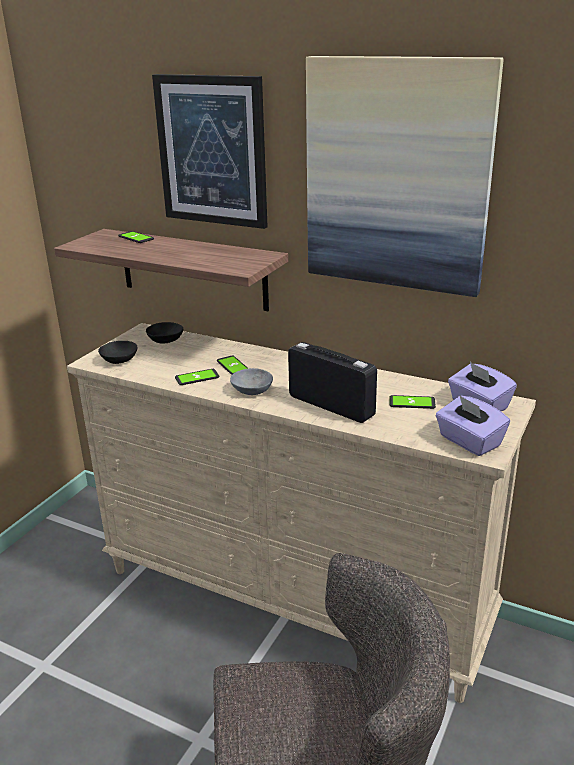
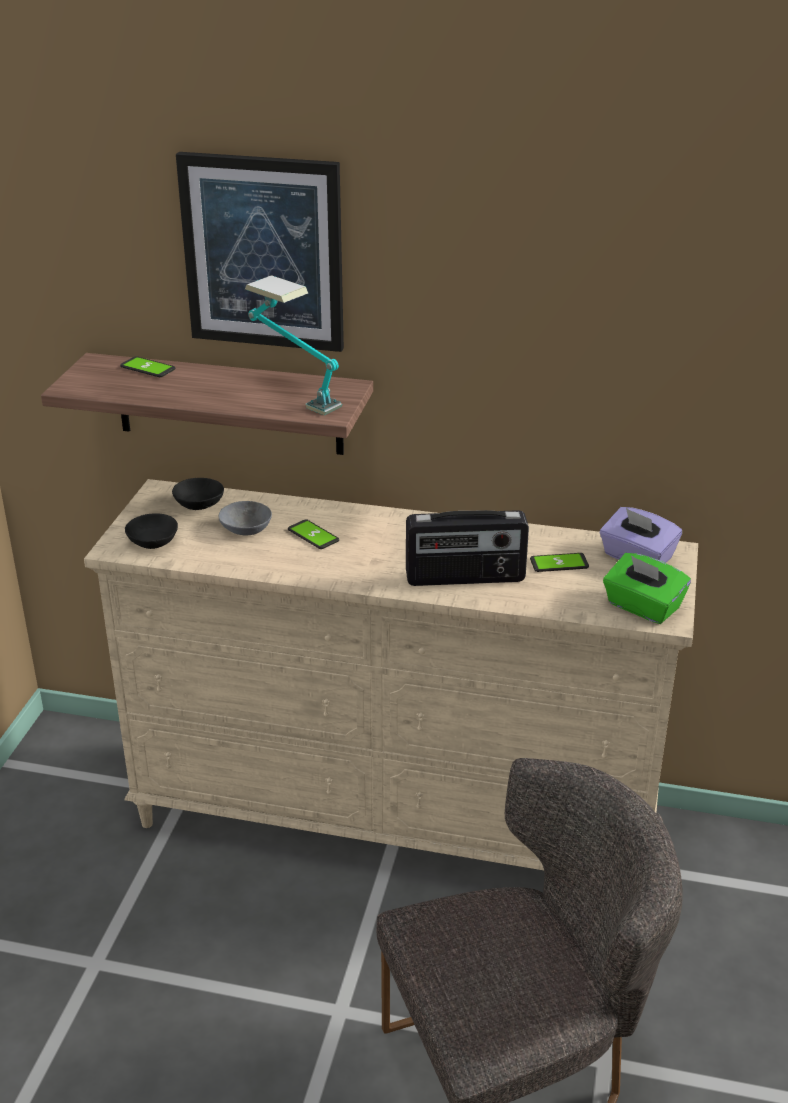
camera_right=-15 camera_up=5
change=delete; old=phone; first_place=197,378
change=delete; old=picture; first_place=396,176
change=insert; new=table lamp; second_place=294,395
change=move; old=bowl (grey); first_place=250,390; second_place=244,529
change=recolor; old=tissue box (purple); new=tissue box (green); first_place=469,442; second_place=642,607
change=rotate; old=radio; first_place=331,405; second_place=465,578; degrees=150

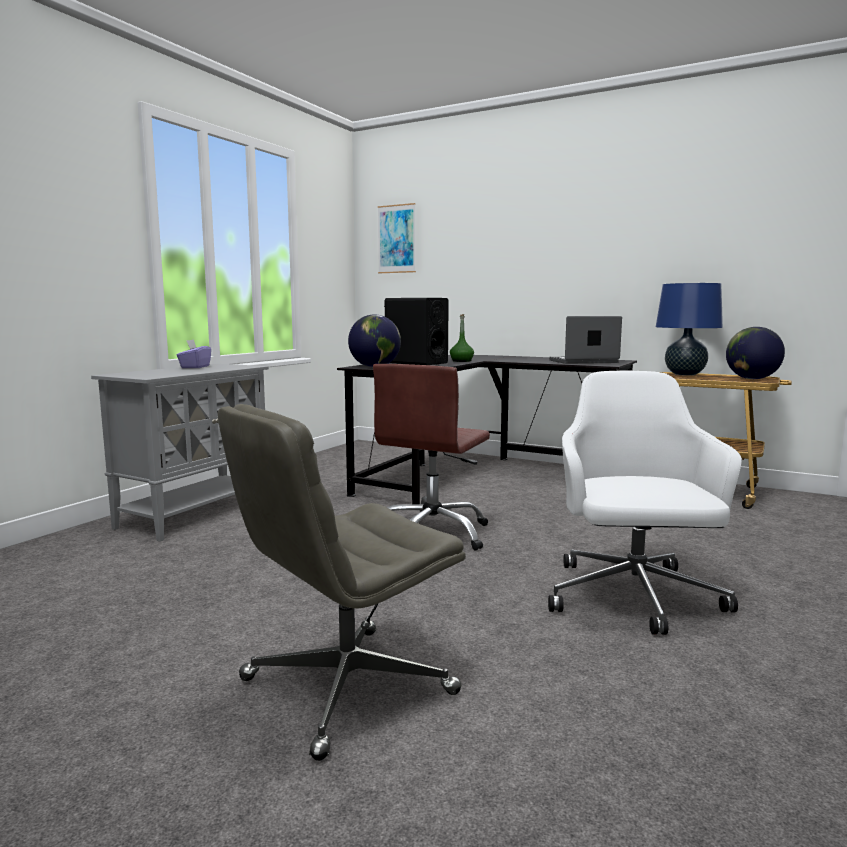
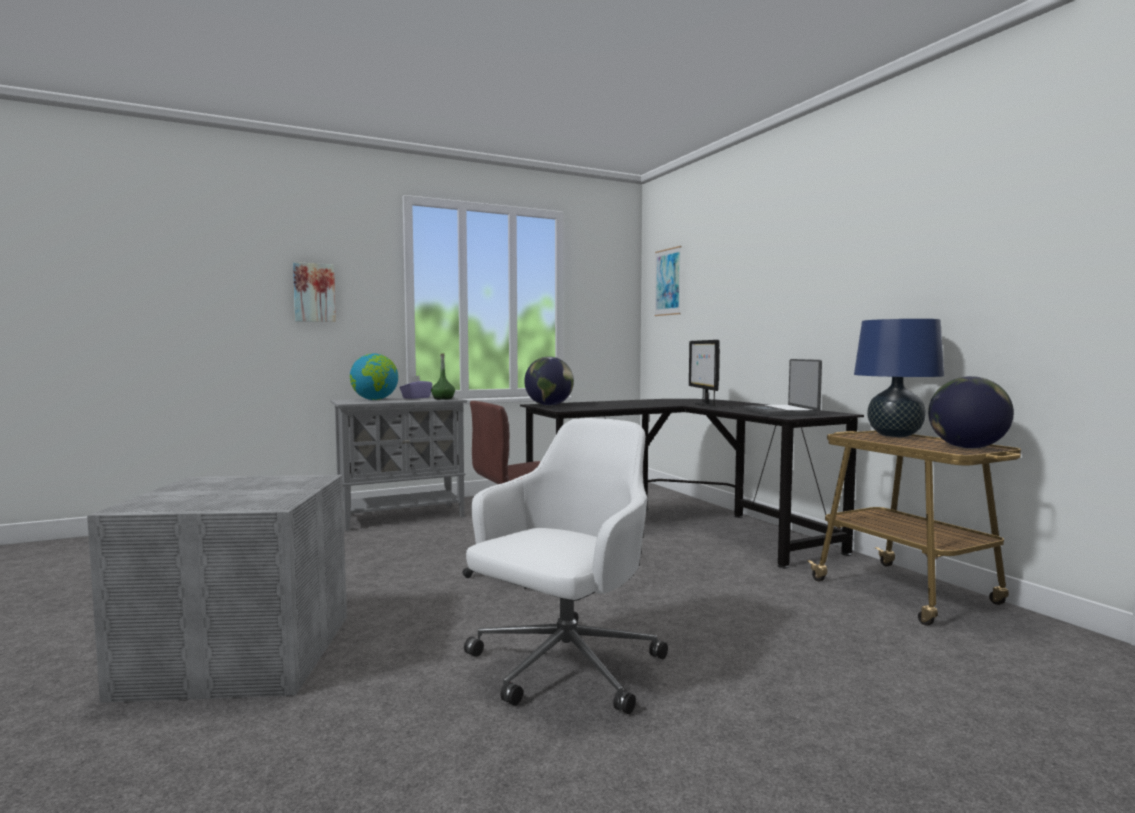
camera_right=35 camera_up=-5
change=delete; old=speaker (black); first_place=416,363
change=insert; new=picture; second_place=314,292
change=insert; new=globe; second_place=374,400
change=insert; new=monitor; second_place=704,404
change=move; old=bottle (green); first_place=461,361; second_place=443,398
change=replace; old=office chair (grey); new=storage box (grey); first_place=345,688; second_place=238,653
change=rotate; old=laptop; first_place=583,362; second_place=781,412; degrees=-120

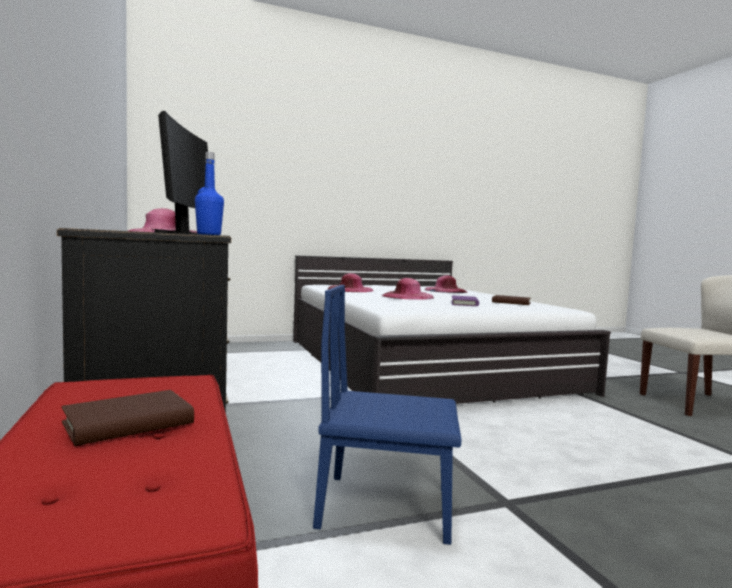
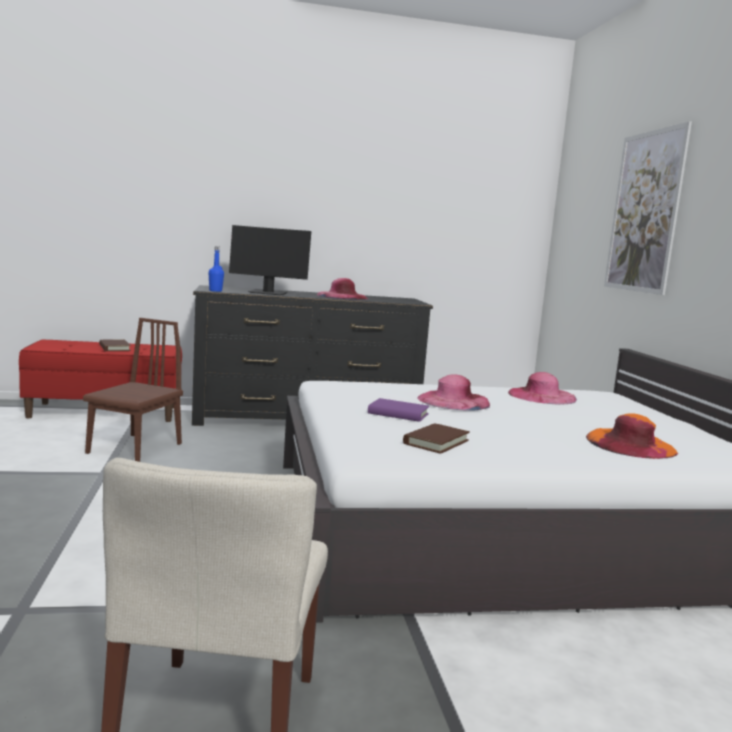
camera_right=100 camera_up=5
change=insert; new=picture; second_place=644,212
change=recolor; old=chair (blue); new=chair (brown); first_place=386,507; second_place=135,448
change=recolor; old=hat (pink); new=hat (orange); first_place=445,290; second_place=630,444

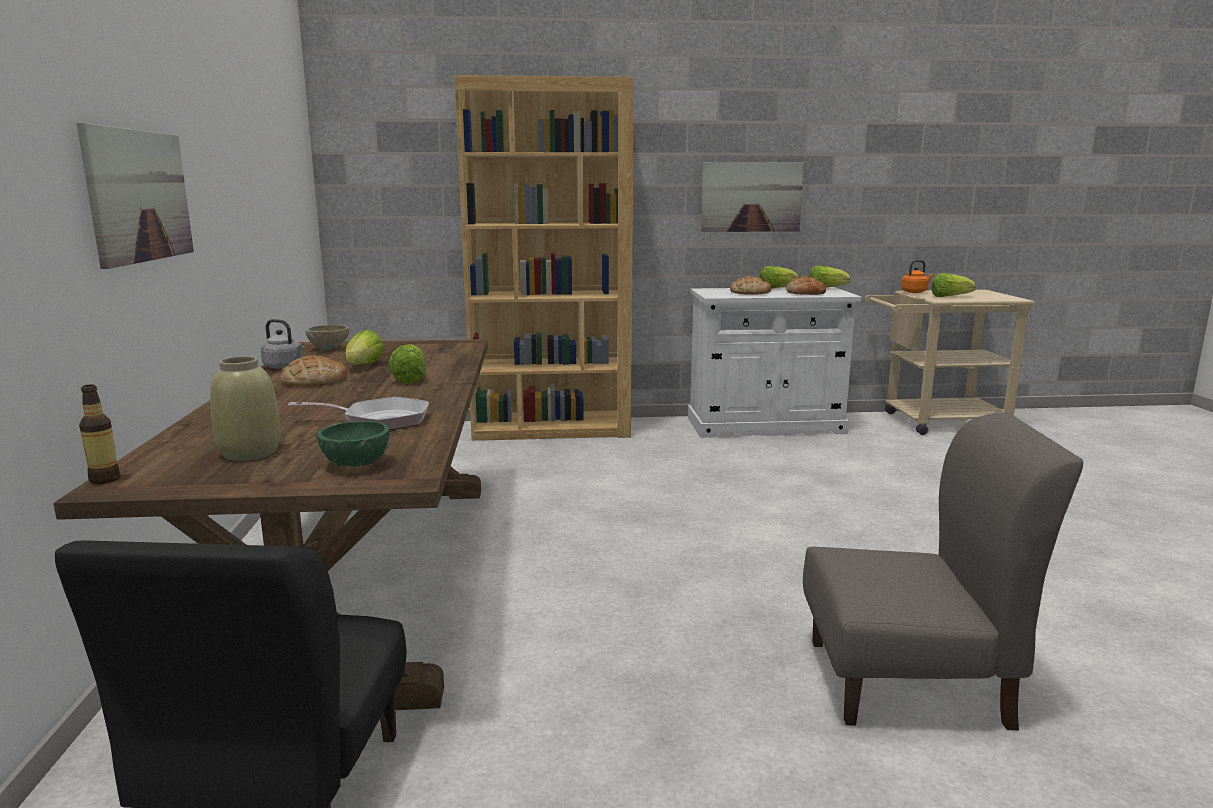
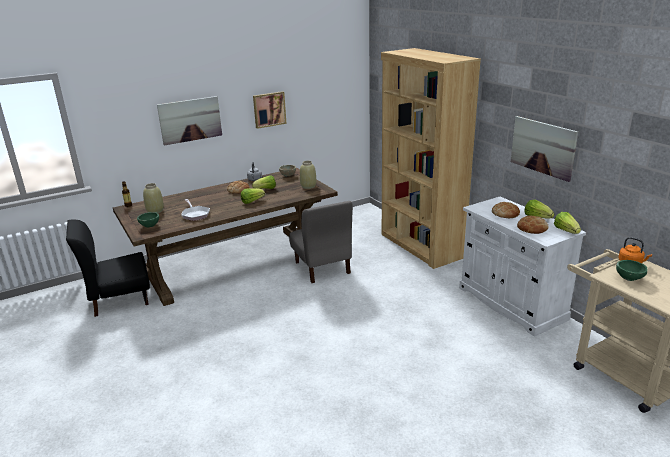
camera_right=65 camera_up=10
change=insert; new=picture; second_place=269,109
change=insert; new=vase (beige); second_place=308,186
change=move; old=chair (grey); first_place=908,683; second_place=322,268
change=replace; old=lettuce; new=bowl (green); first_place=949,297; second_place=629,278

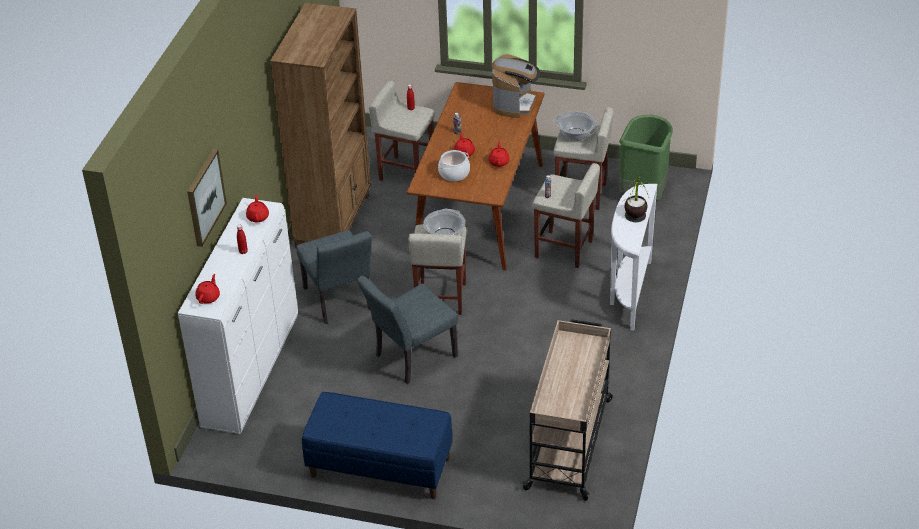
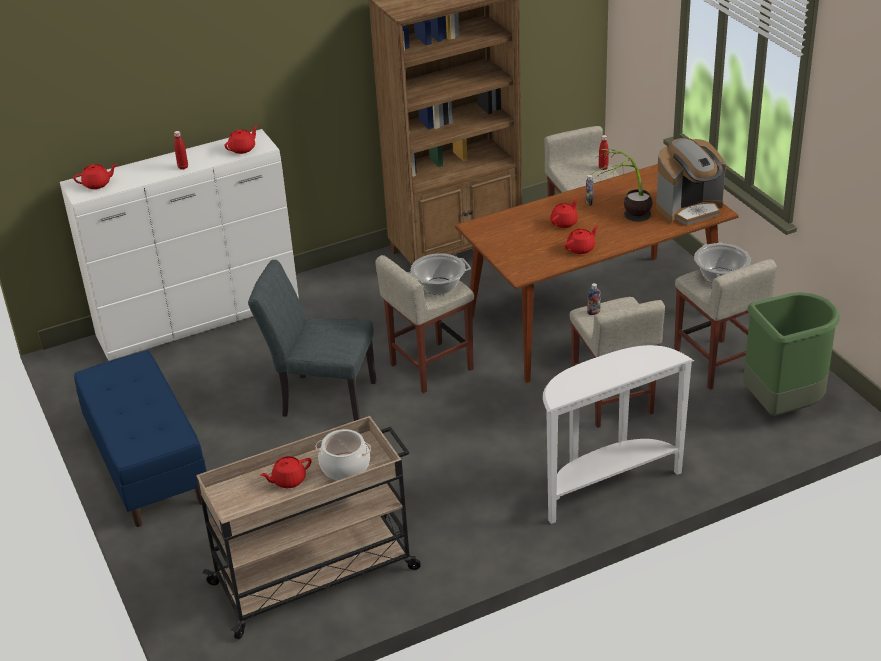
camera_right=50 camera_up=-5
change=delete; old=picture; first_place=205,197
change=delete; old=chair (grey); first_place=340,302
change=insert; new=teapot (red); second_place=288,480
change=move; old=cooking pot; first_place=454,173; second_place=345,467
change=move; old=potted plant; first_place=635,224; second_place=624,220

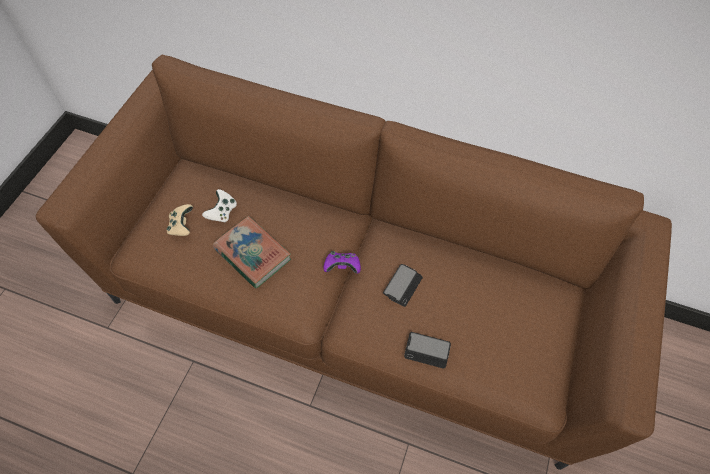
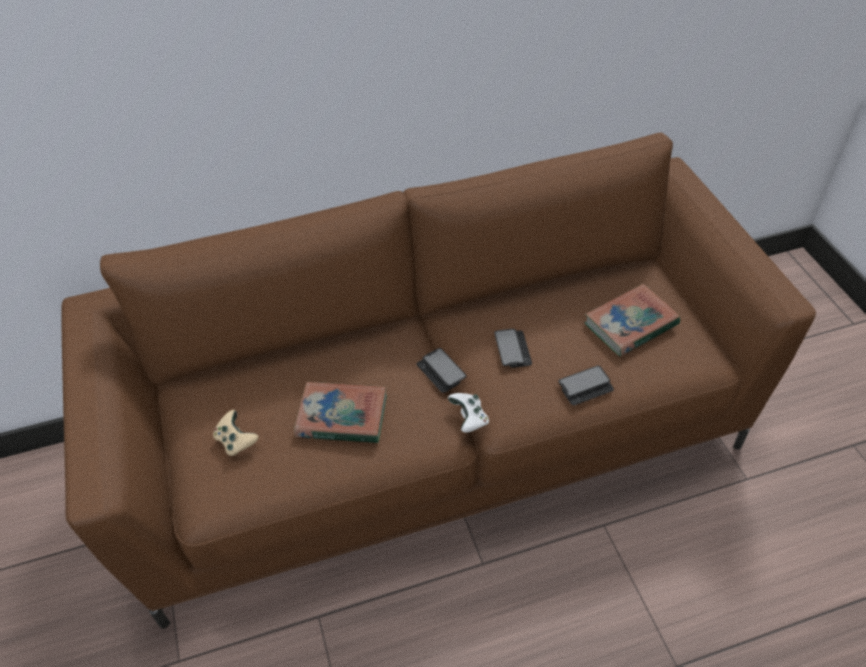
camera_right=-35 camera_up=-10
change=insert; new=book; second_place=630,324
change=move; old=game controller (white); first_place=222,212; second_place=469,419
change=replace; old=game controller (purple); new=phone; first_place=342,267; second_place=441,371

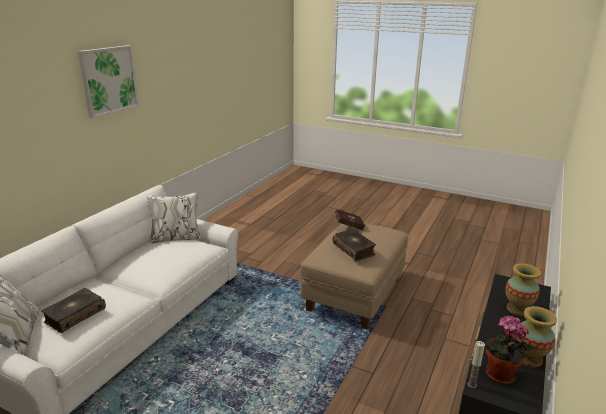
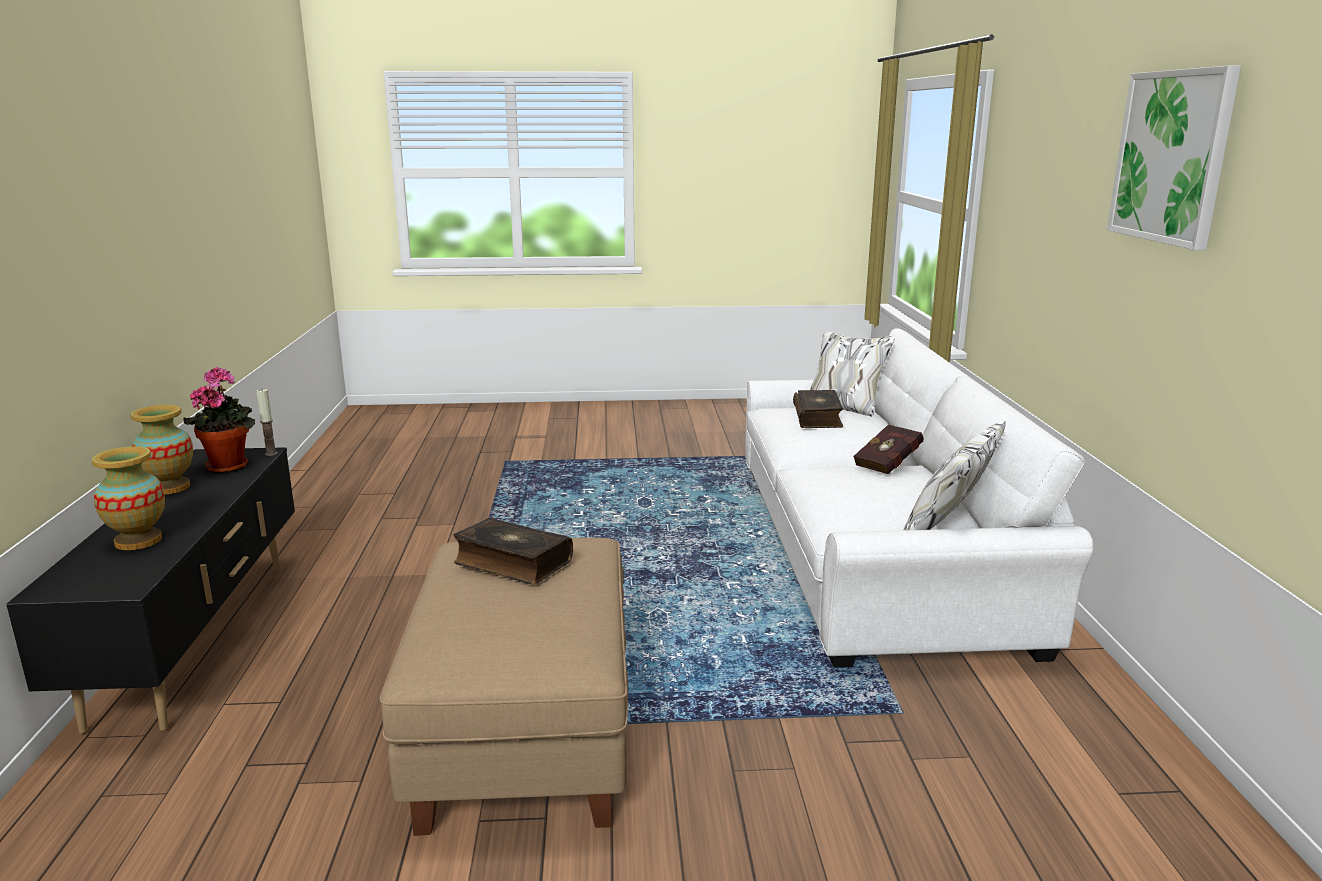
camera_right=150 camera_up=-5
change=move; old=book (red); first_place=347,226; second_place=889,464

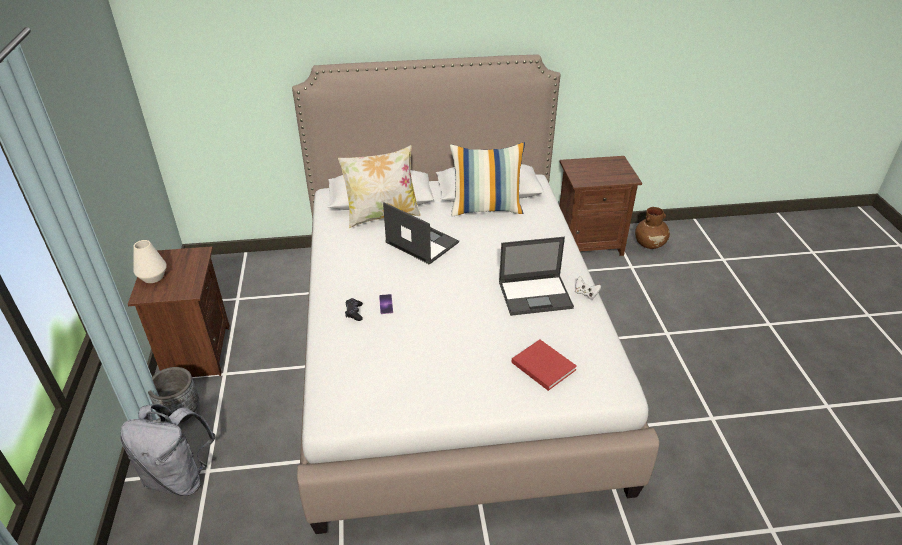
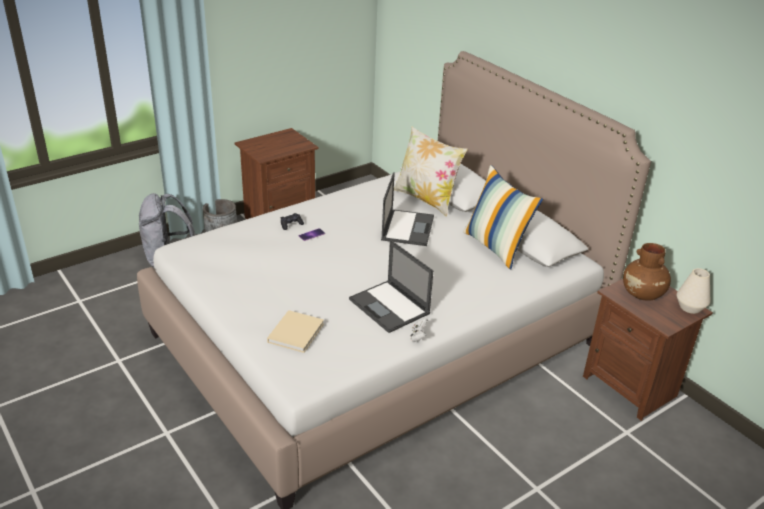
camera_right=60 camera_up=-5
change=move; old=vase (white); first_place=153,277; second_place=690,307
change=move; old=vase (brown); first_place=650,244; second_place=642,294
change=recolor; old=book (red); new=book (beige); first_place=542,365; second_place=296,332

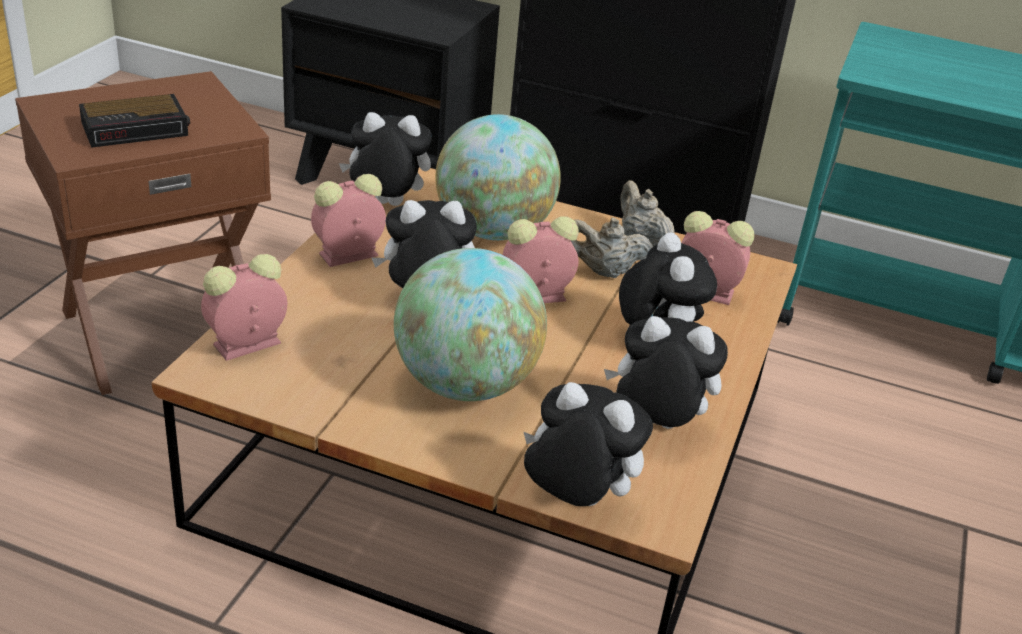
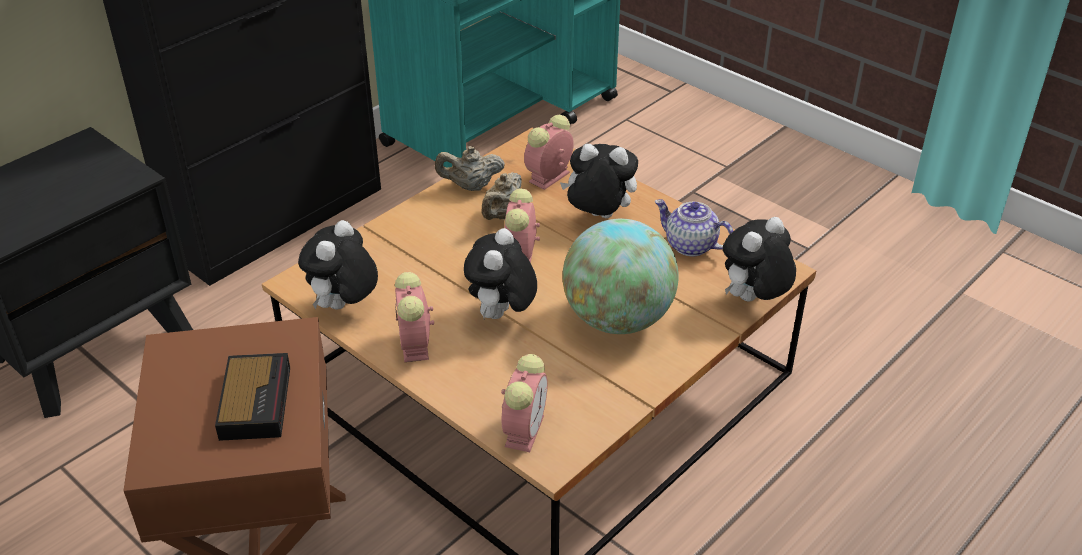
camera_right=-65 camera_up=5
change=delete; old=globe; first_place=493,231
change=replace; old=plush toy; new=teapot; first_place=655,426; second_place=690,245
change=rotate; old=alarm clock; first_place=245,345; second_place=524,429; degrees=-150

